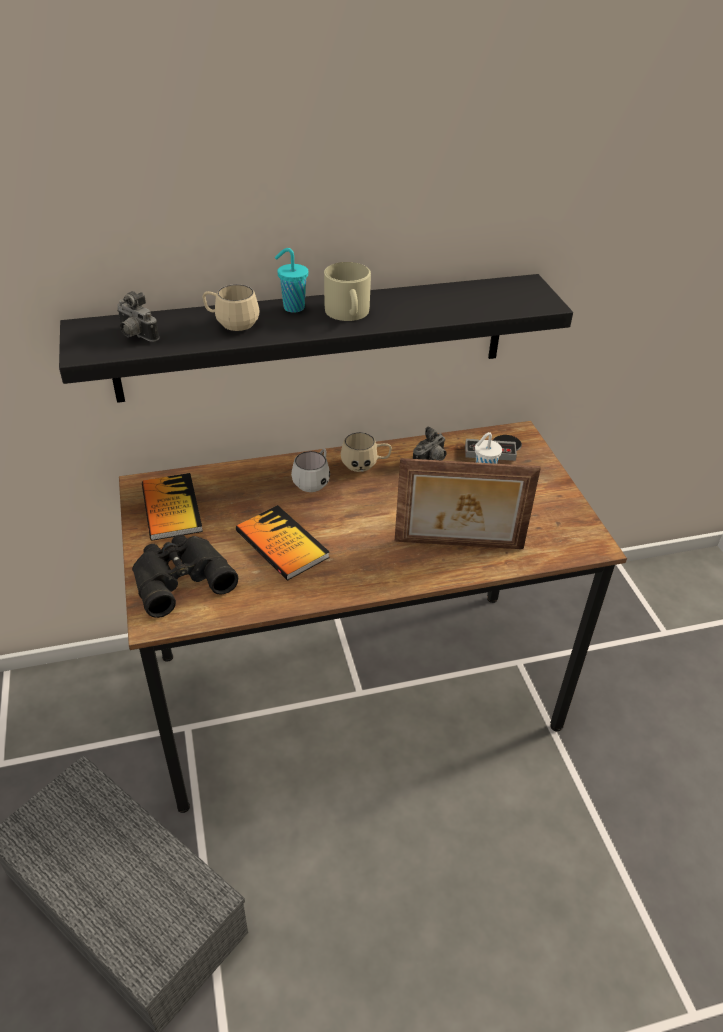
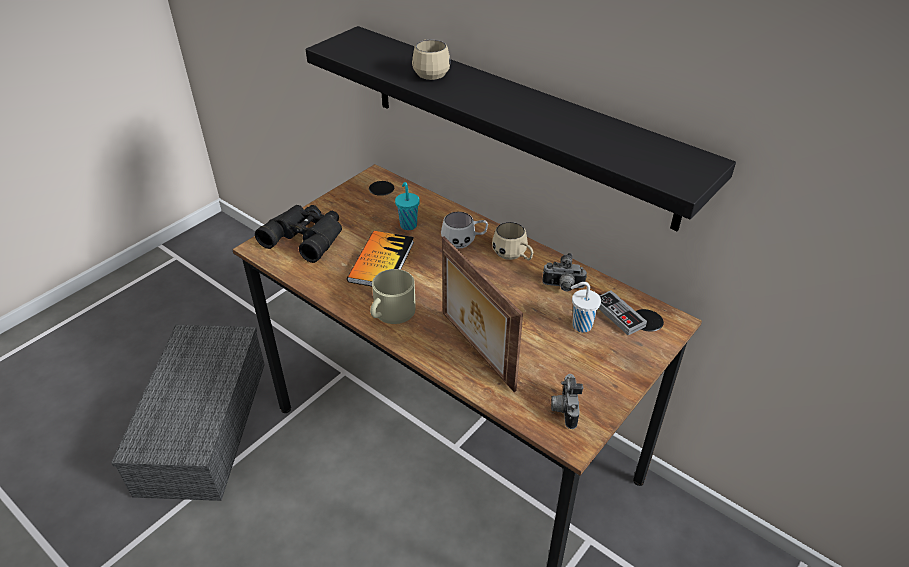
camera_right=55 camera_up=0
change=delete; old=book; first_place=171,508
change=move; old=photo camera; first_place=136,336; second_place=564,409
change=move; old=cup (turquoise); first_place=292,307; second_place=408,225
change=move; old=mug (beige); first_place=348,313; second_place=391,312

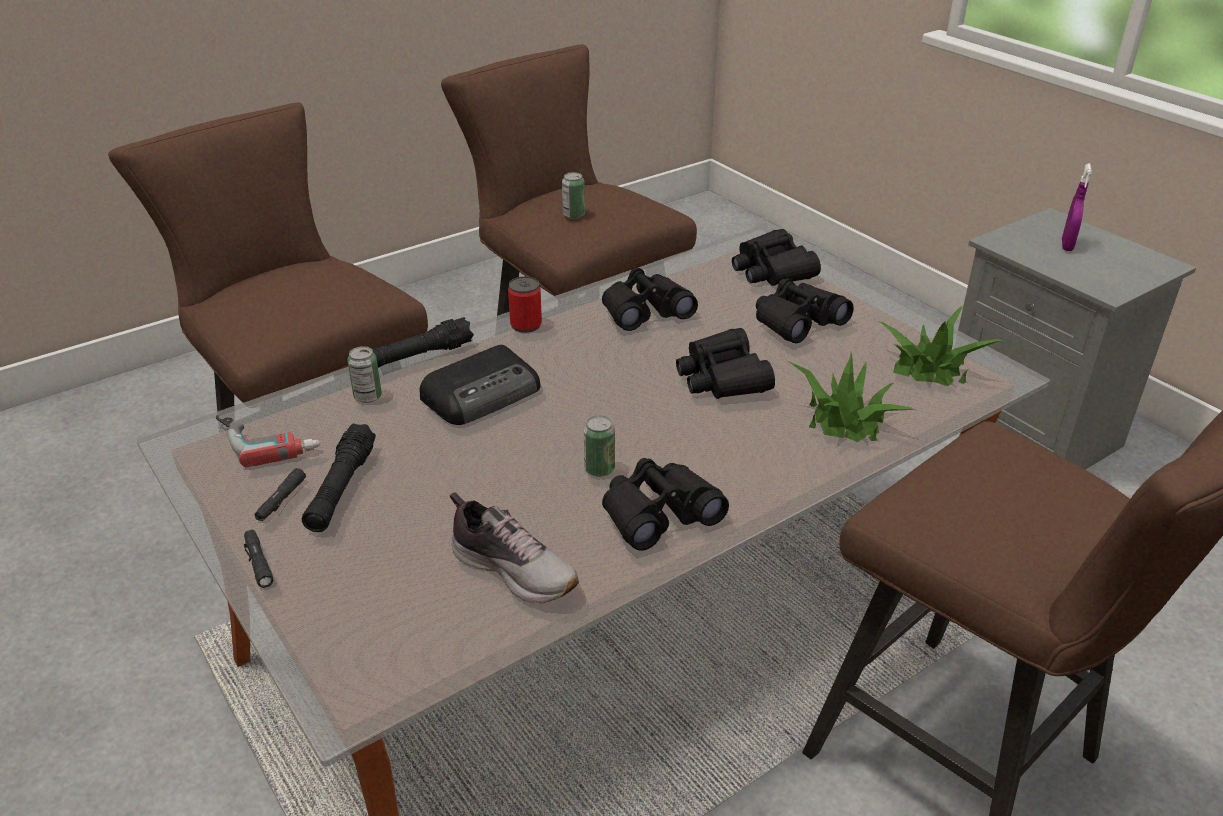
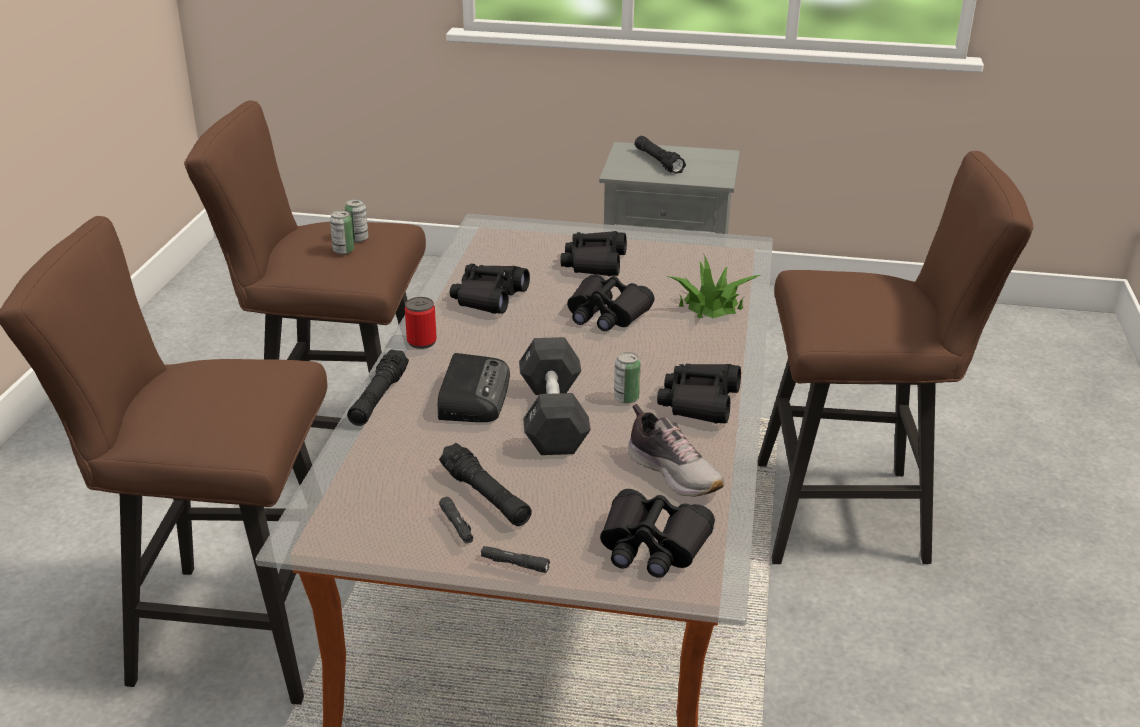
camera_right=-45 camera_up=-5
change=delete; old=power drill; first_place=269,438
change=delete; old=potted plant; first_place=930,367
change=insert; new=dumbbell (black); second_place=553,417
change=move; old=can; first_place=368,397; second_place=358,239
change=move; old=binoculars (black); first_place=772,270; second_place=652,546
change=replace; old=spray bottle (purple); new=flashlight (black); first_place=1067,245; second_place=658,162
change=rotate; old=shoe; first_place=514,569; second_place=674,473; degrees=60

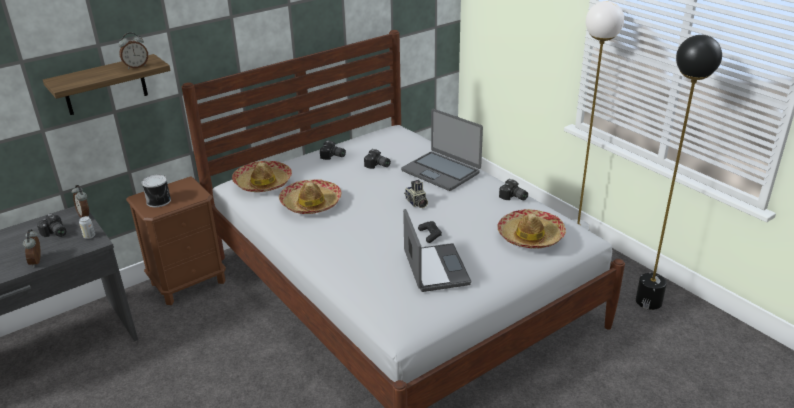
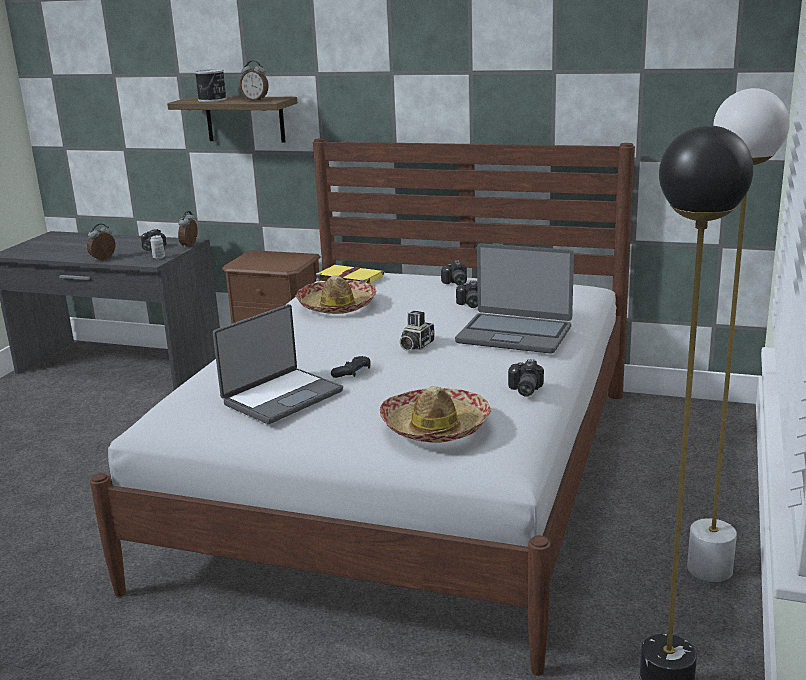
camera_right=55 camera_up=-10
change=move; old=can; first_place=159,201; second_place=213,100
change=replace; old=hat; new=book (yellow); first_place=262,183; second_place=348,278
change=rotate; old=laptop; first_place=441,171; second_place=514,334; degrees=-75

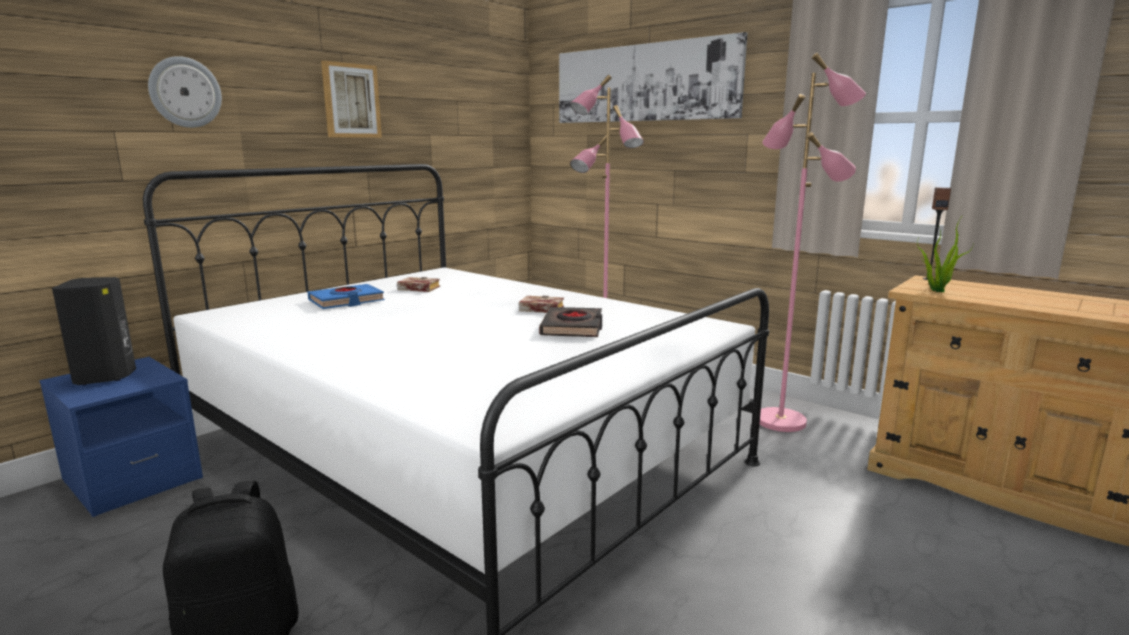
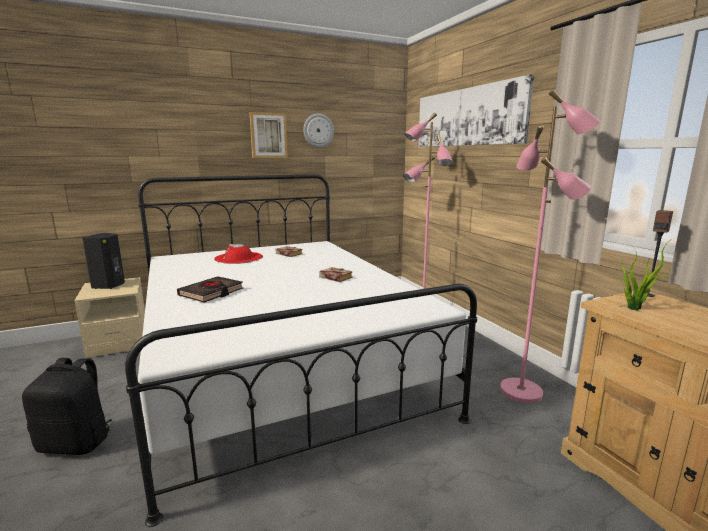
camera_right=25 camera_up=0
change=move; old=wall clock; first_place=185,92; second_place=318,130
change=move; old=book (black); first_place=573,328; second_place=211,293
change=replace; old=book (blue); new=hat (red); first_place=346,301; second_place=238,258
change=recolor; old=nightstand (blue); new=nightstand (beige); first_place=133,480; second_place=119,342

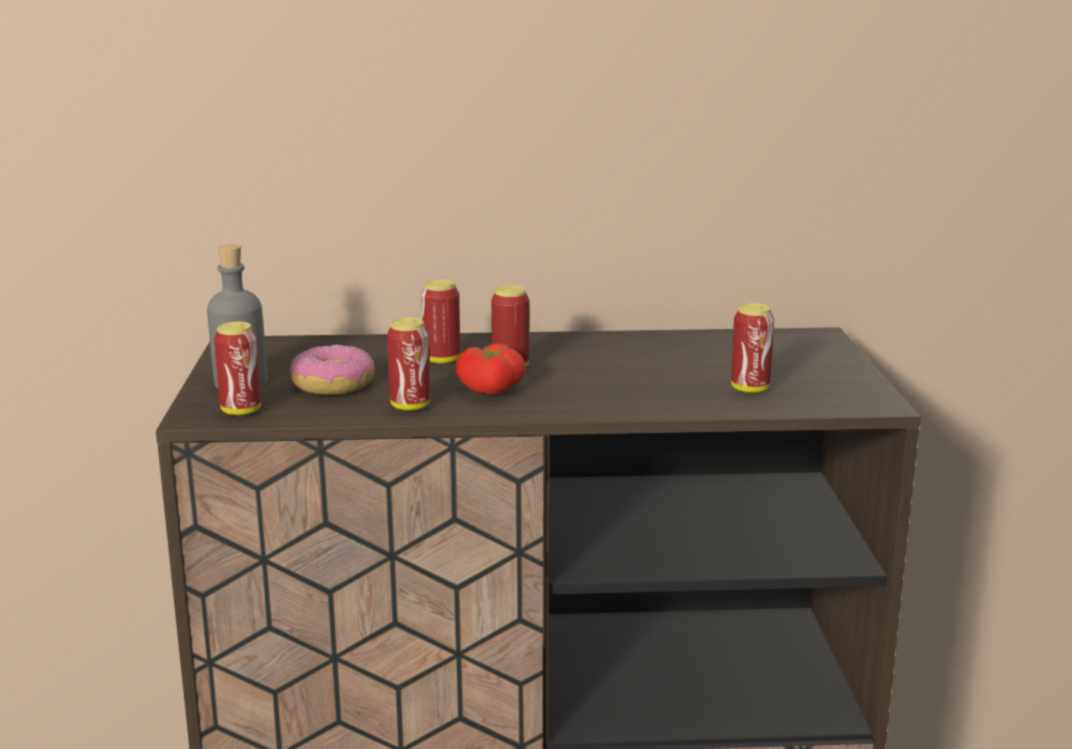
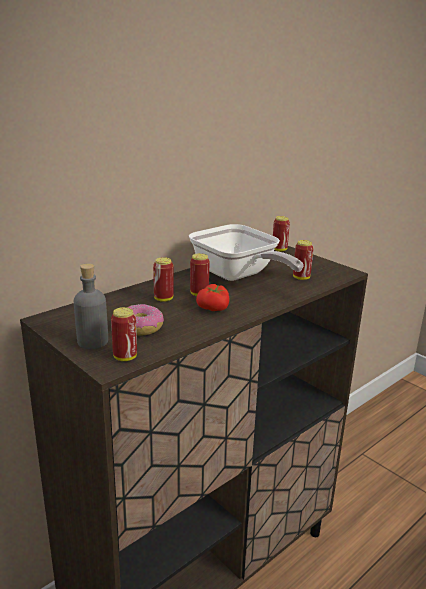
camera_right=-40 camera_up=5
change=insert; new=frying pan; second_place=238,276
change=move; old=can; first_place=410,406; second_place=279,250

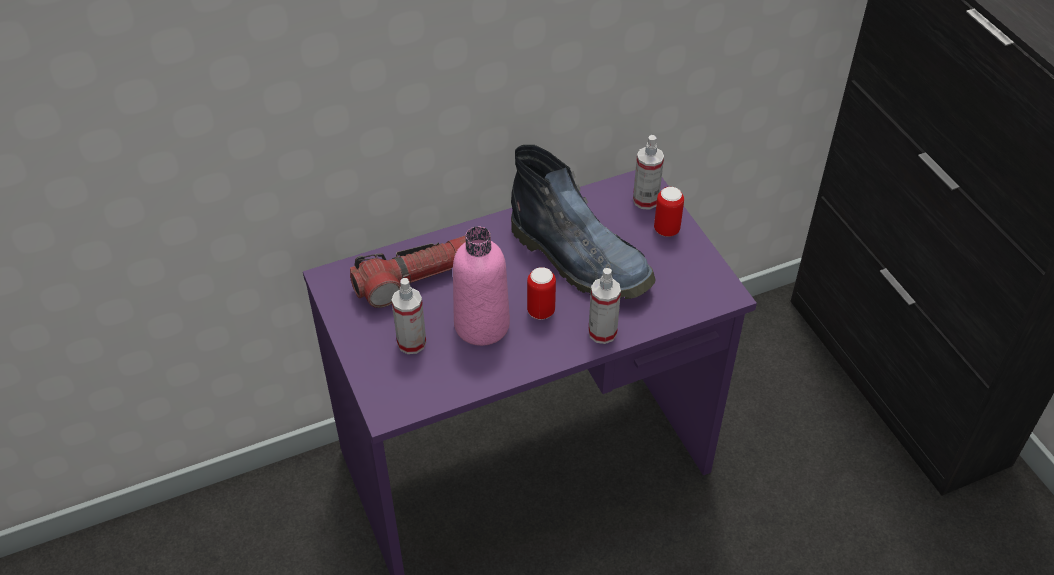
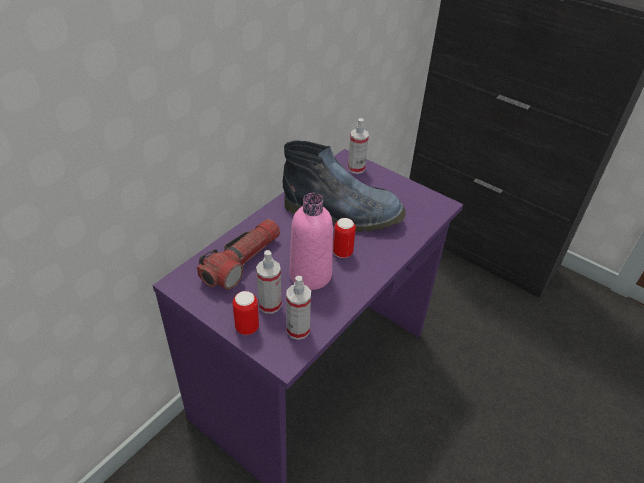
camera_right=-30 camera_up=-5
change=move; old=spray bottle; first_place=602,332; second_place=298,330
change=move; old=can; first_place=666,230; second_place=247,327

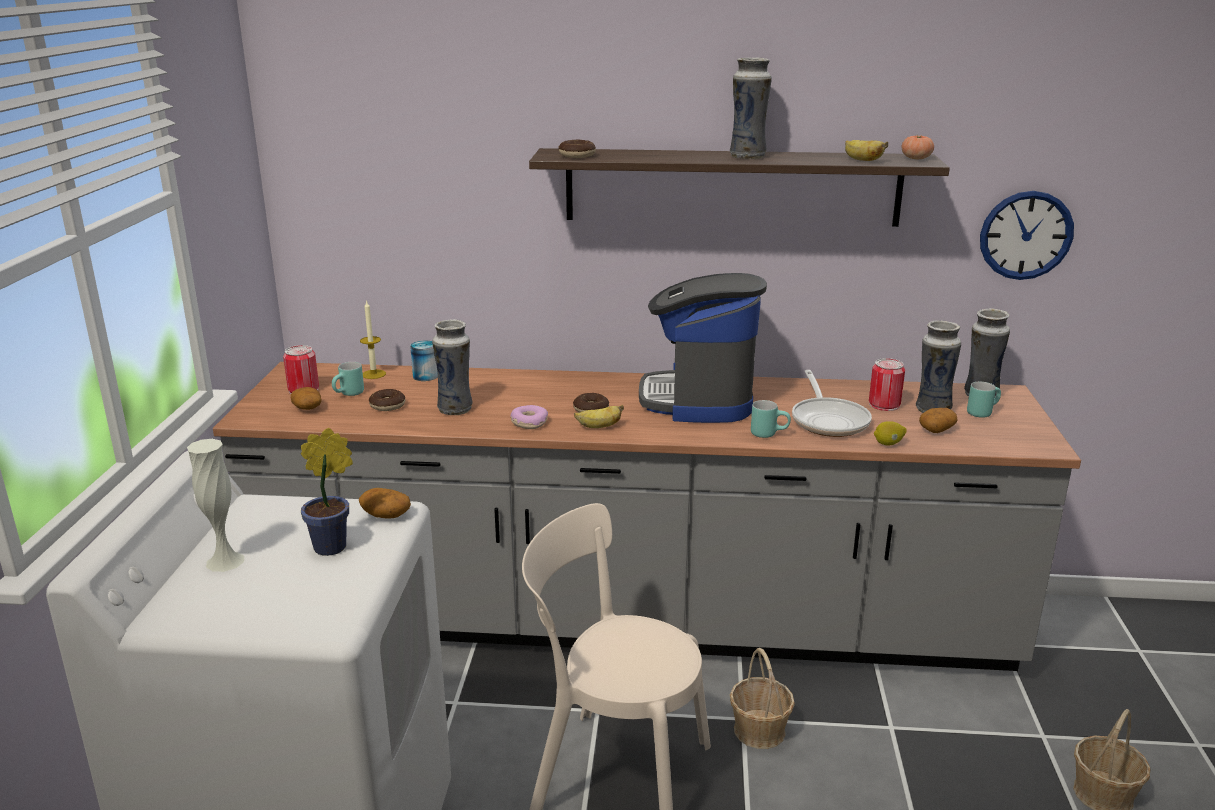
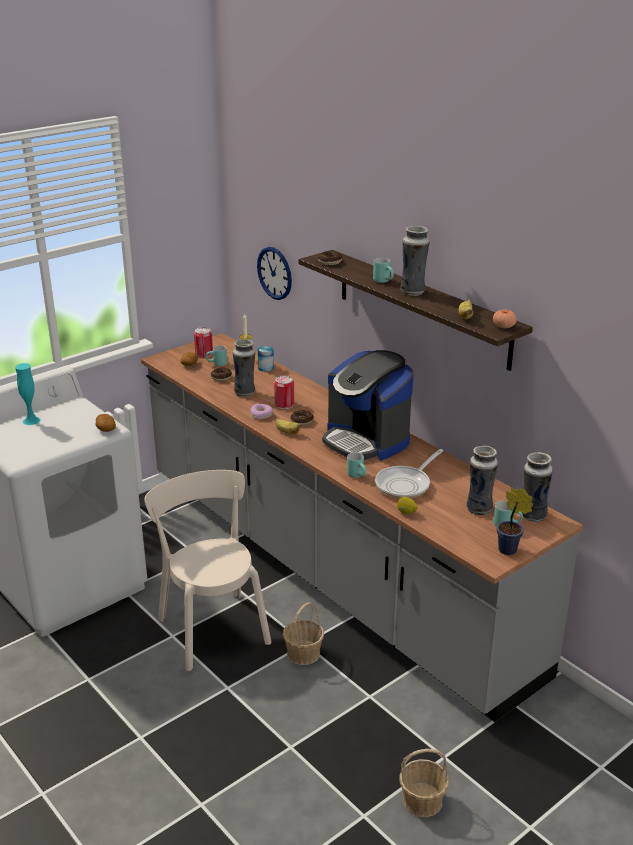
camera_right=45 camera_up=5
change=delete; old=potato; first_place=936,429
change=insert; new=mug (turquoise); second_place=384,281
change=move; old=potted plant; first_place=335,546; second_place=510,550
change=move; old=can; first_place=884,404; second_place=284,404
change=move; old=wall clock; first_place=1026,235; second_place=274,273
change=recolor; old=vase (white); new=vase (turquoise); first_place=225,561; second_place=31,420
change=rotate; old=coffee machine; first_place=699,399; second_place=366,440; degrees=-90

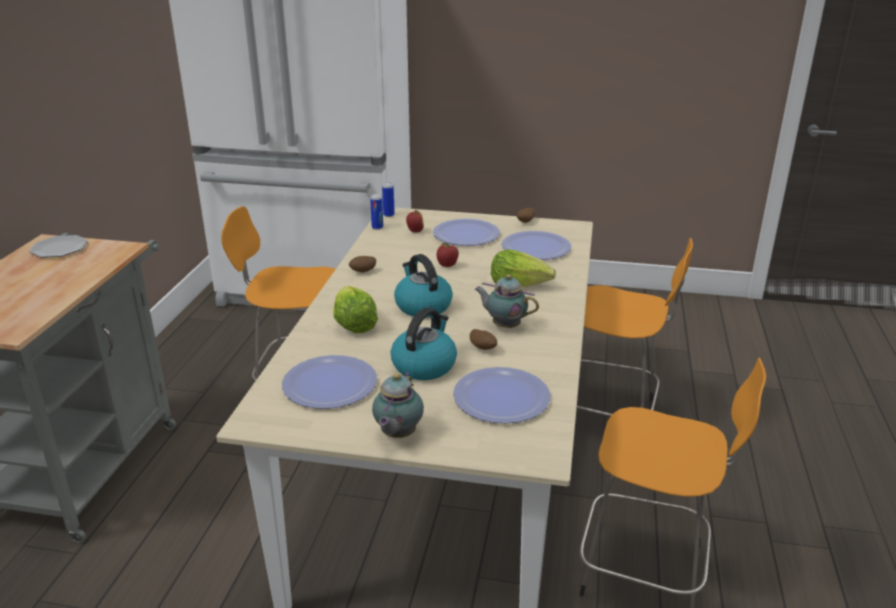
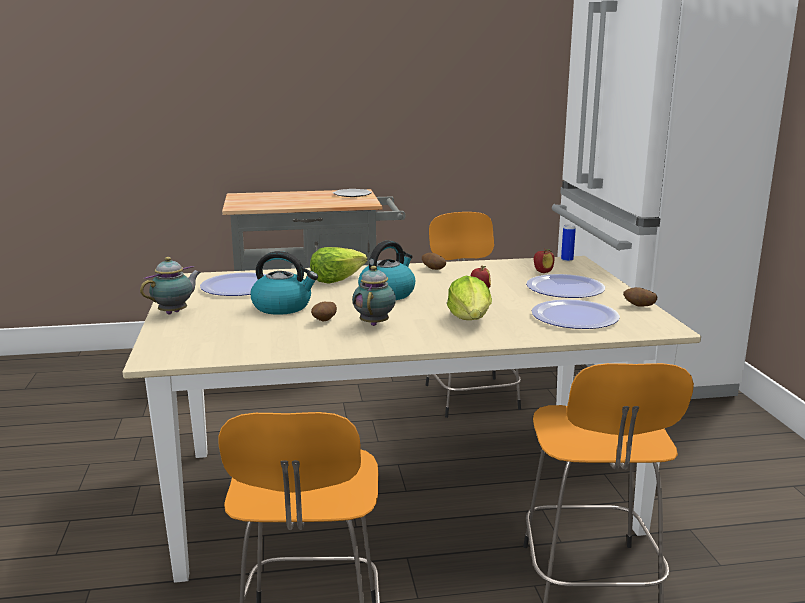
camera_right=70 camera_up=-10
change=delete; old=can; first_place=377,227
change=delete; old=plate; first_place=501,397
change=rotate; old=teapot; first_place=397,435; second_place=175,312; degrees=135

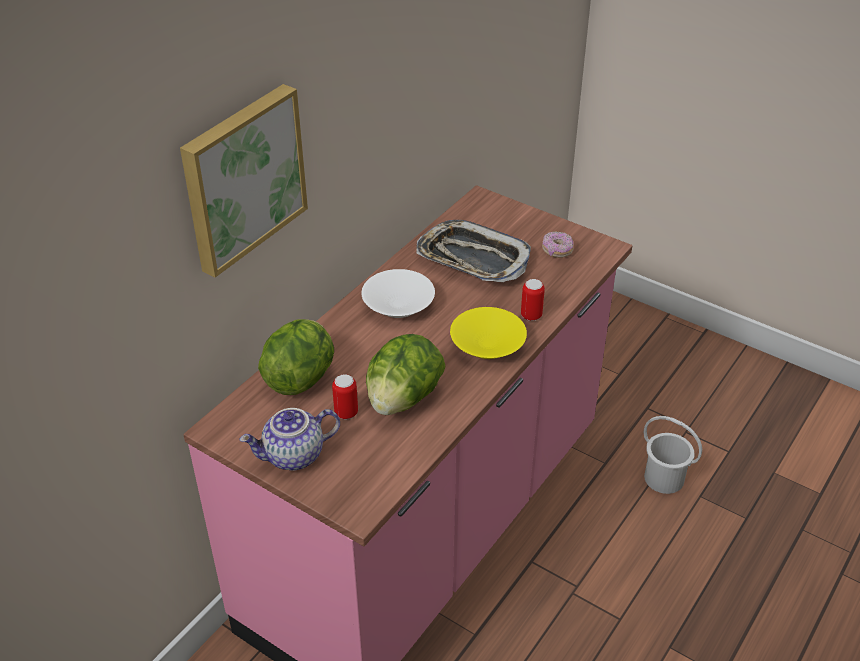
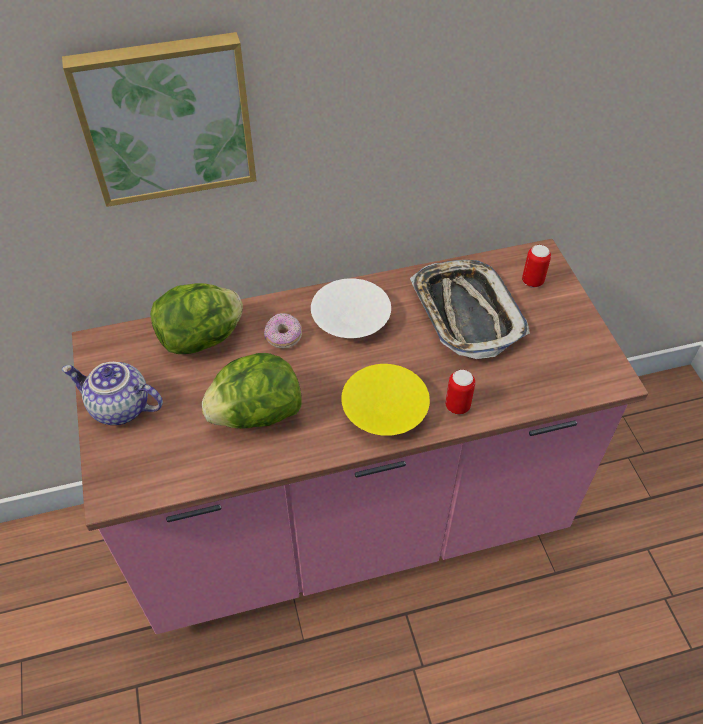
camera_right=40 camera_up=10
change=delete; old=bucket (white); first_place=664,477
change=move; old=can; first_place=346,413; second_place=532,281
change=move; old=donut; first_place=557,250; second_place=283,337

